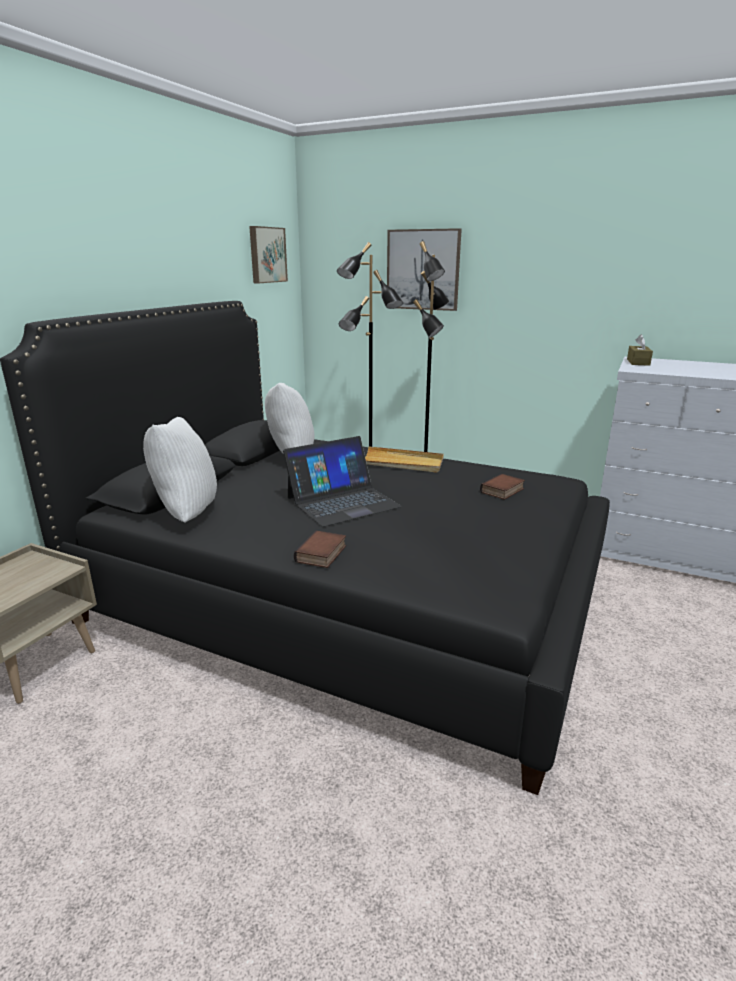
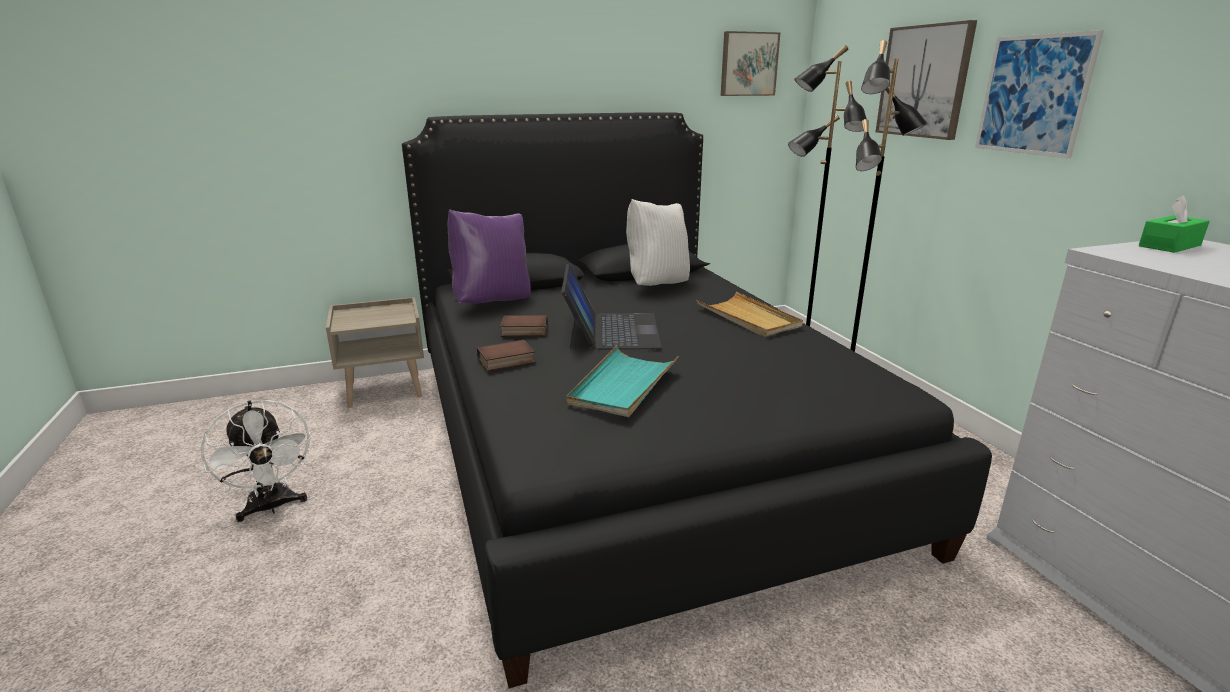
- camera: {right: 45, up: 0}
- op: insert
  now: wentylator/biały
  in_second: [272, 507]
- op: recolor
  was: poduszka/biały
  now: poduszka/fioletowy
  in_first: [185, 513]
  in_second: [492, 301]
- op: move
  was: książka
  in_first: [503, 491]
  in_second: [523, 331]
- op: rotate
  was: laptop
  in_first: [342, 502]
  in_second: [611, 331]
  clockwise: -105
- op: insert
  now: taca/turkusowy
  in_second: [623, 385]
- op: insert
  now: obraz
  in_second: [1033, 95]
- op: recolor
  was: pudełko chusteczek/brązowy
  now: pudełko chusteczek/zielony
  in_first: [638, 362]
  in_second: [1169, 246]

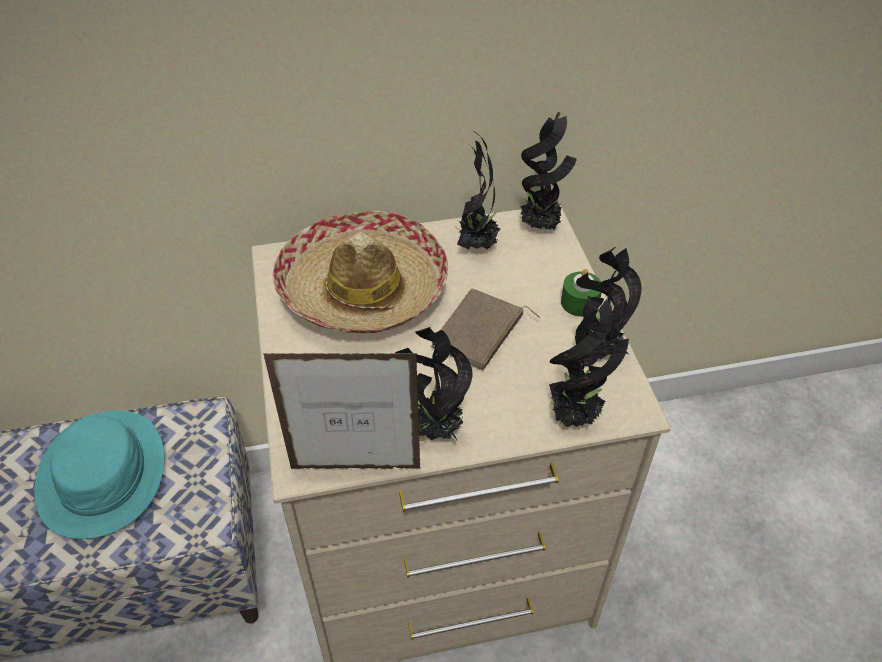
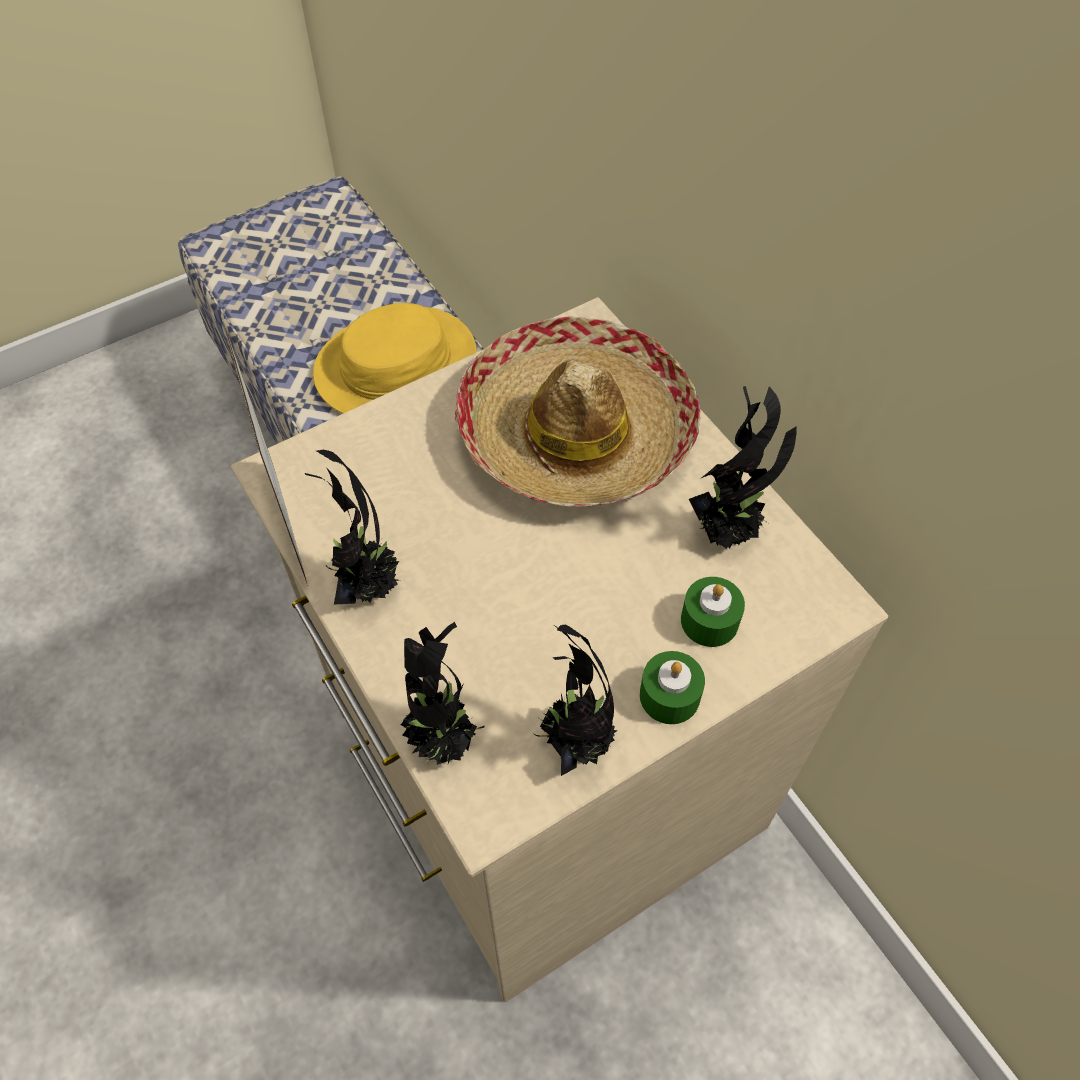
- camera: {right: 70, up: 10}
- op: recolor
  was: kapelusz/turkusowy
  now: kapelusz/żółty
  in_first: [103, 474]
  in_second: [396, 365]
- op: insert
  now: świeca/zielony
  in_second: [709, 621]
- op: delete
  was: książka/brązowy
  in_first: [480, 334]
- op: delete
  was: roślina doniczkowa
  in_first: [541, 226]

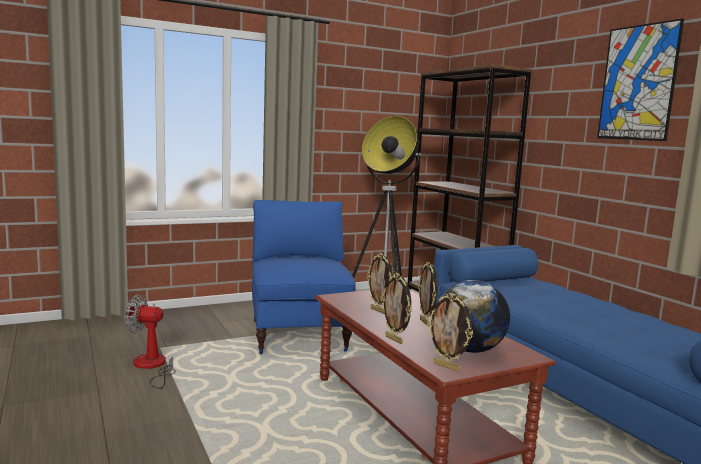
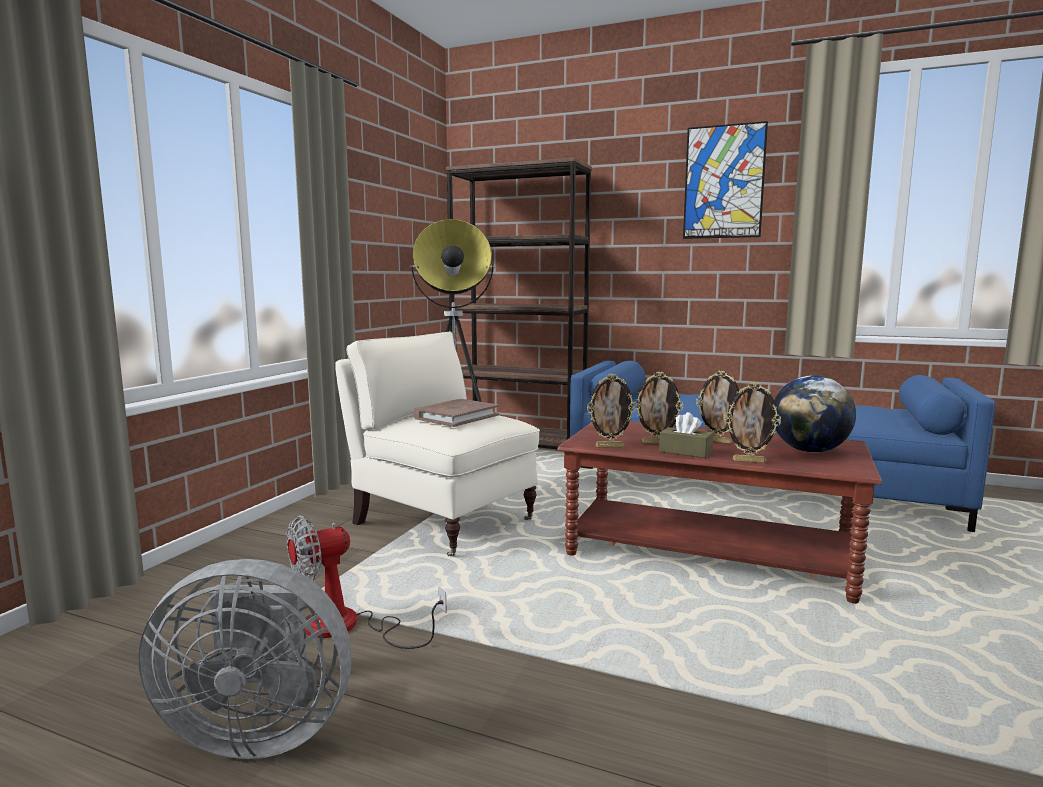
- camera: {right: -40, up: 0}
- op: insert
  now: wentylator/szary
  in_second: [258, 731]
- op: recolor
  was: fotel/niebieski
  now: fotel/beżowy
  in_first: [299, 334]
  in_second: [441, 520]
- op: insert
  now: książka/brązowy
  in_second: [456, 417]
- op: move
  was: ramka na zdjęcie
  in_first: [447, 366]
  in_second: [610, 446]
- op: insert
  now: pudełko chusteczek/brązowy
  in_second: [685, 452]

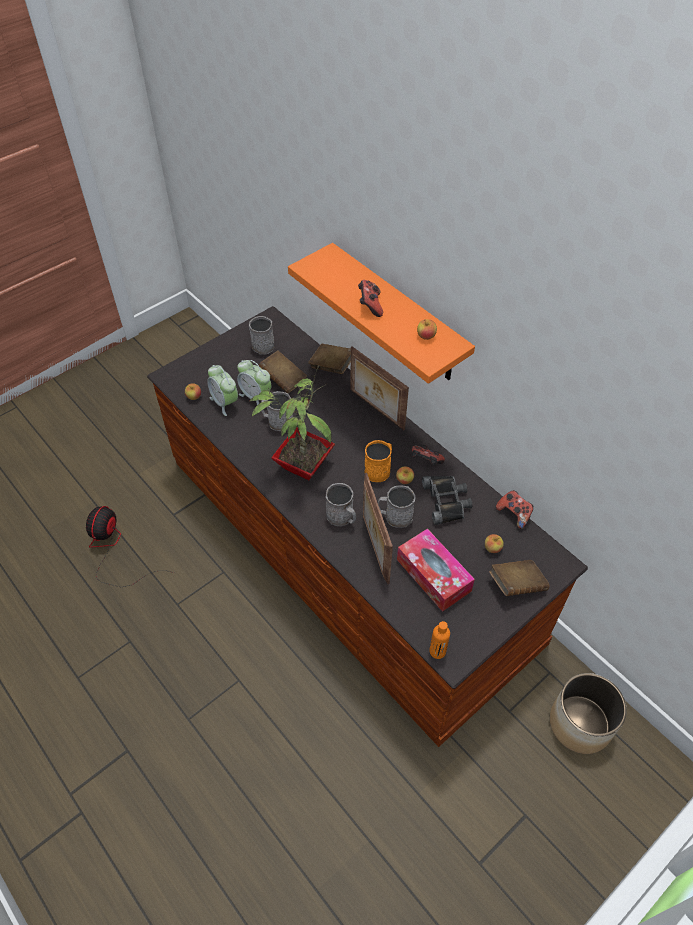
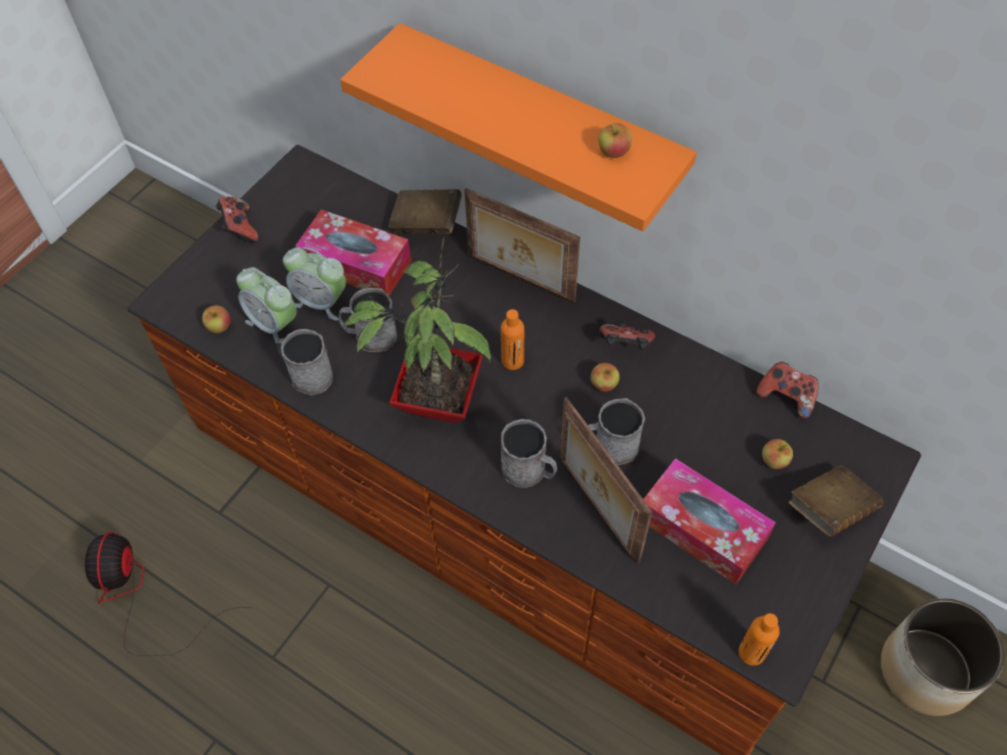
- camera: {right: -15, up: 5}
- op: move
  was: pad do gier
  in_first: [370, 306]
  in_second: [239, 228]
- op: move
  was: kubek/szary
  in_first: [261, 345]
  in_second: [307, 375]
- op: replace
  was: książka/brązowy
  now: pudełko chusteczek
  in_first: [283, 380]
  in_second: [356, 264]
- op: insert
  now: butelka/pomarańczowy
  in_second: [512, 361]
- op: delete
  was: kubek/pomarańczowy
  in_first: [379, 469]
- op: delete
  was: lornetka/czarny
  in_first: [446, 501]

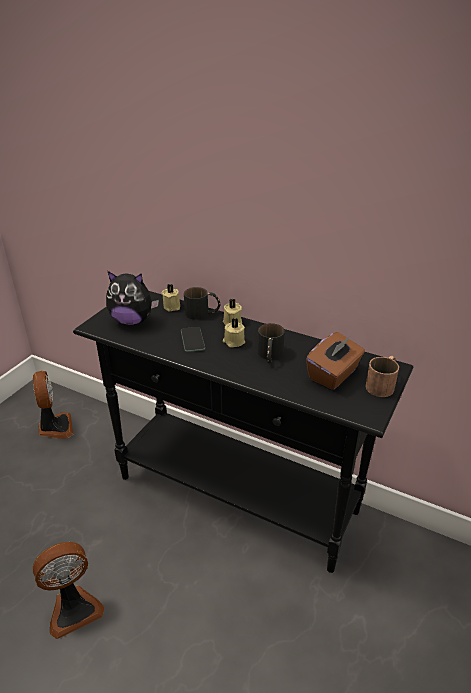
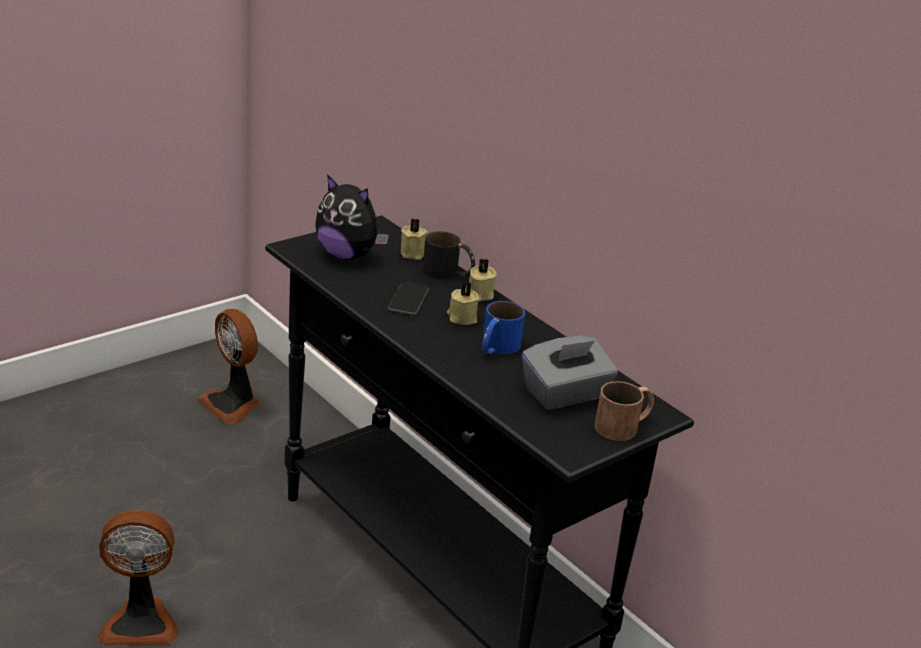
- camera: {right: 20, up: -5}
- op: rotate
  was: wentylator
  in_first: [55, 427]
  in_second: [233, 404]
  clockwise: 135
- op: recolor
  was: kubek/czarny
  now: kubek/niebieski
  in_first: [269, 356]
  in_second: [496, 348]
- op: recolor
  was: pudełko chusteczek/brązowy
  now: pudełko chusteczek/szary
  in_first: [333, 374]
  in_second: [565, 394]

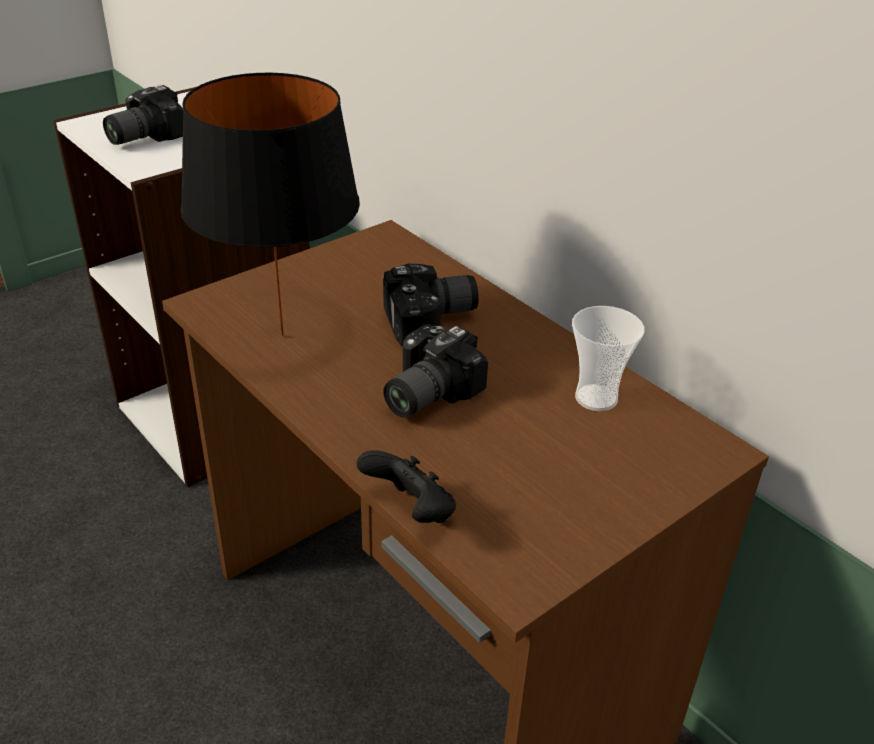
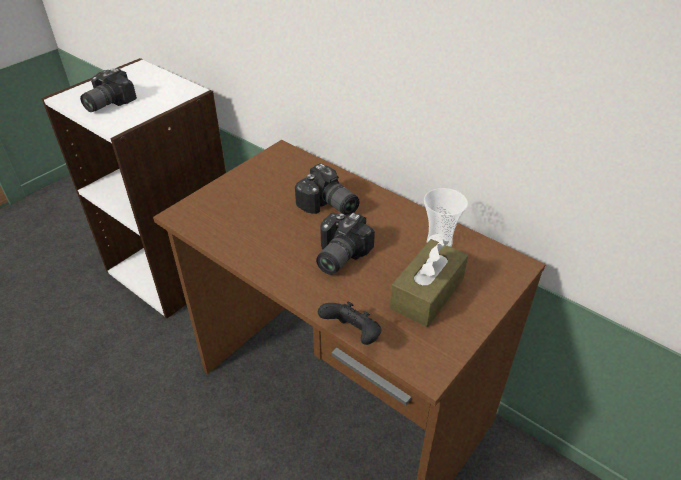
- camera: {right: -10, up: 5}
- op: rotate
  was: aparat fotograficzny
  in_first: [432, 322]
  in_second: [328, 206]
  clockwise: 75
- op: insert
  now: pudełko chusteczek/brązowy
  in_second: [427, 293]
- op: delete
  was: lampa stołowa/czarny
  in_first: [282, 334]

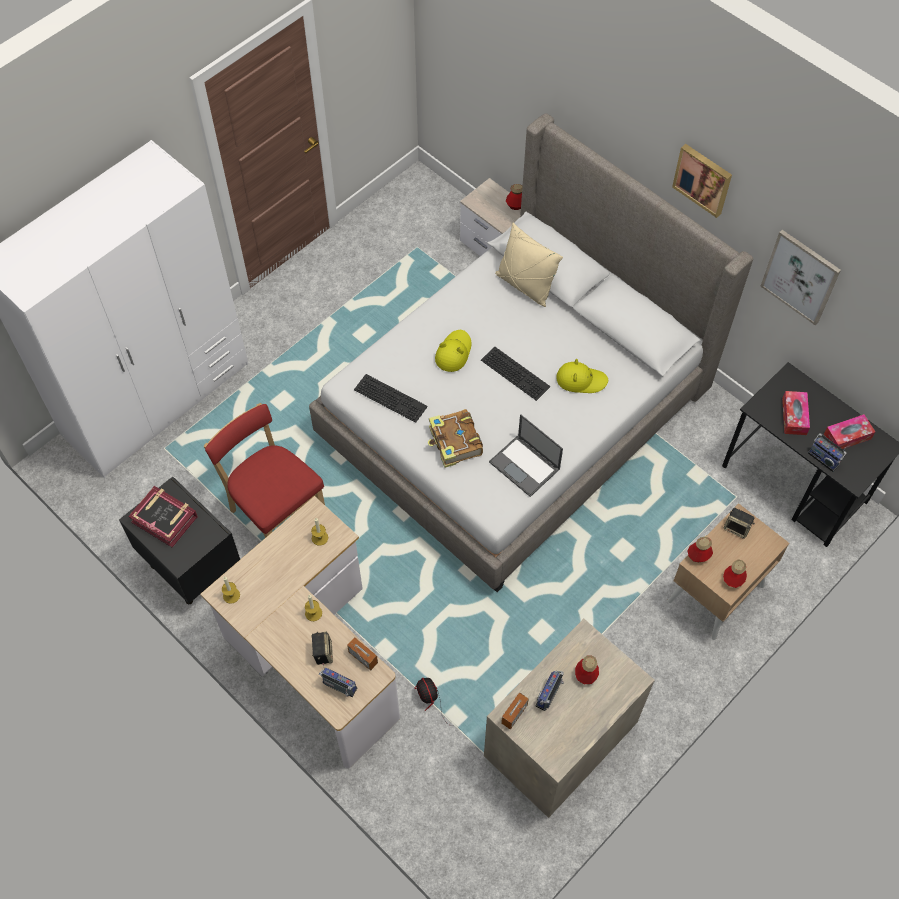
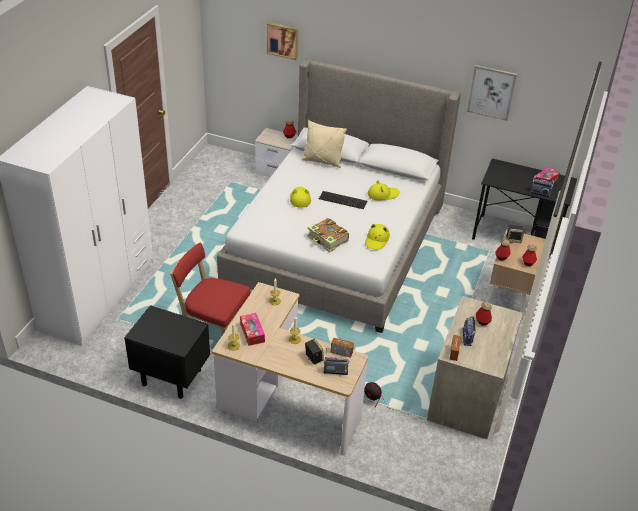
- camera: {right: -25, up: -20}
- op: move
  was: pudełko chusteczek
  in_first: [794, 416]
  in_second: [252, 332]
- op: move
  was: obraz
  in_first: [703, 179]
  in_second: [283, 40]
- op: replace
  was: laptop
  now: kapelusz/żółty
  in_first: [525, 466]
  in_second: [377, 240]
- op: delete
  was: książka
  in_first: [165, 519]
- op: delete
  was: klawiatura
  in_first: [392, 397]

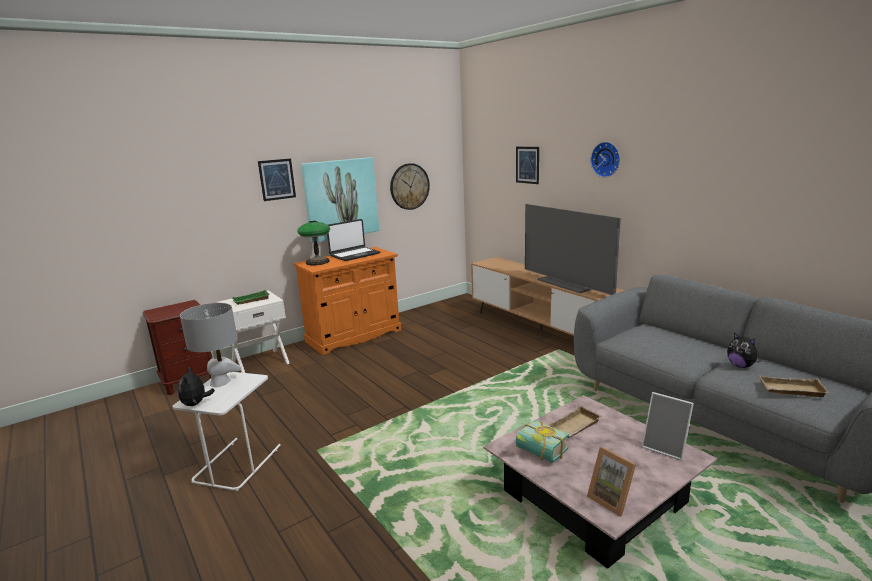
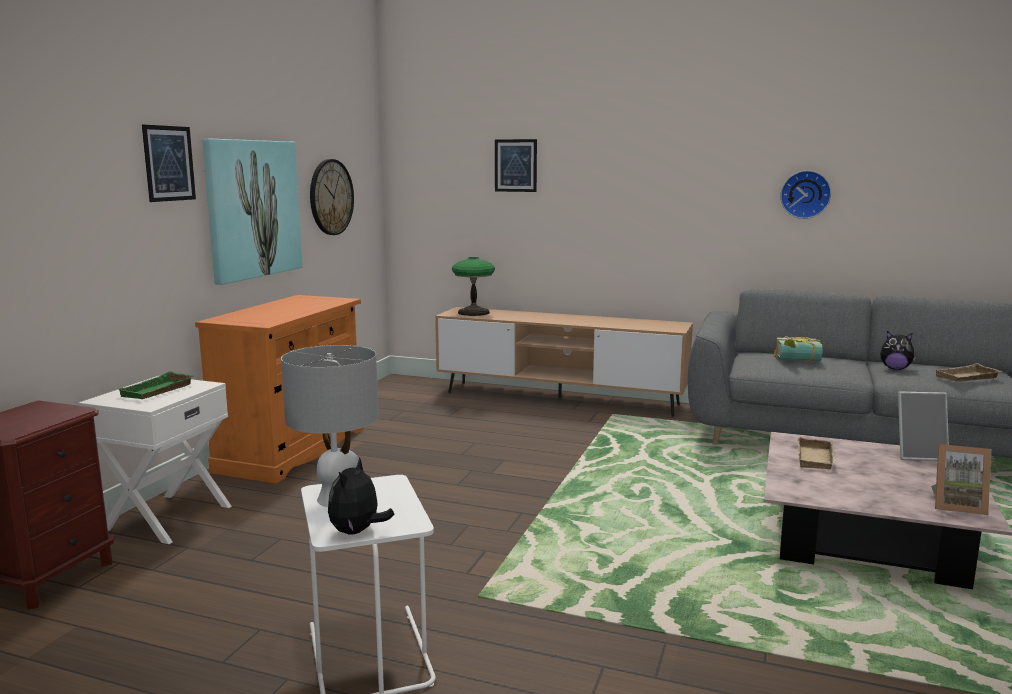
- camera: {right: -35, up: -5}
- op: rotate
  was: pluszak
  in_first: [196, 404]
  in_second: [357, 532]
  clockwise: 60
- op: move
  was: lampa stołowa
  in_first: [317, 262]
  in_second: [473, 312]
- op: move
  was: książka
  in_first: [538, 453]
  in_second: [798, 361]
- op: move
  was: zegar ścienny
  in_first: [606, 159]
  in_second: [805, 194]
- op: delete
  was: laptop
  in_first: [354, 255]
- op: delete
  was: telewizor
  in_first: [568, 283]

